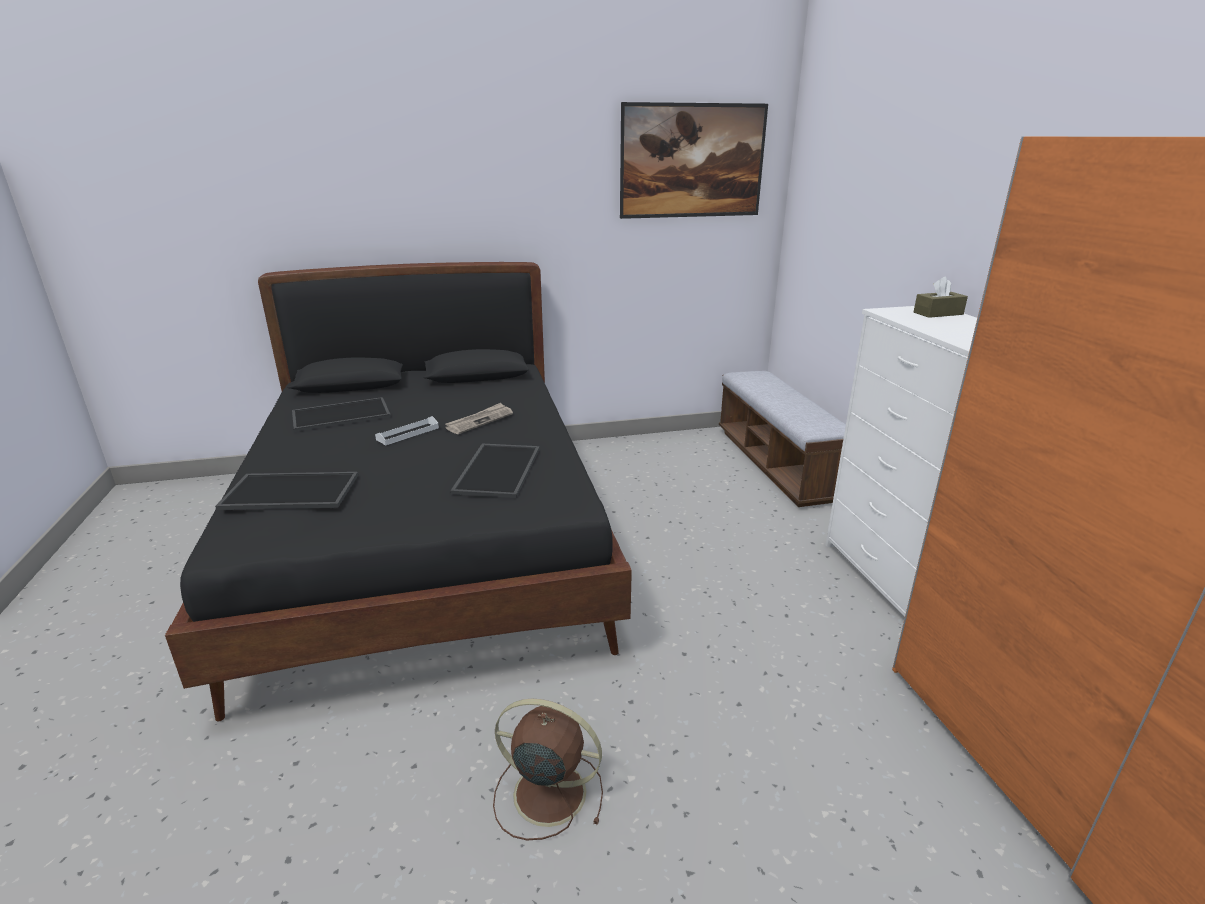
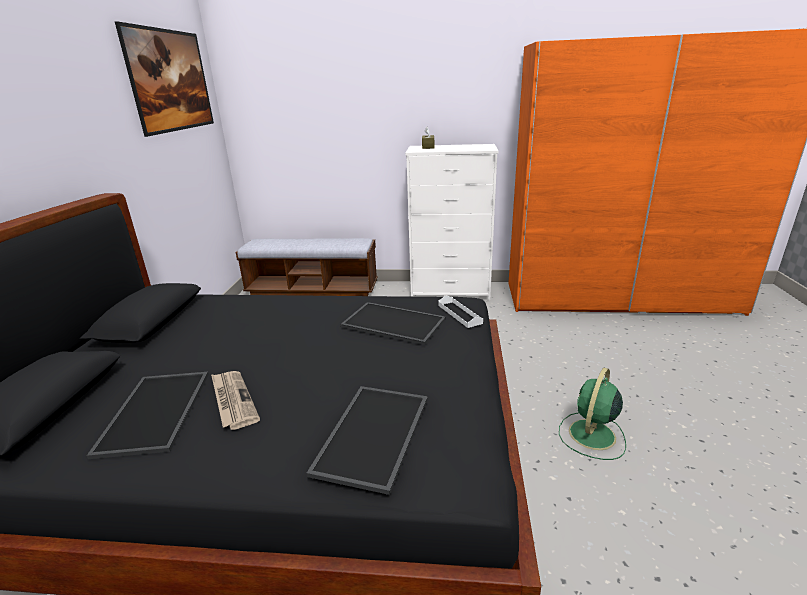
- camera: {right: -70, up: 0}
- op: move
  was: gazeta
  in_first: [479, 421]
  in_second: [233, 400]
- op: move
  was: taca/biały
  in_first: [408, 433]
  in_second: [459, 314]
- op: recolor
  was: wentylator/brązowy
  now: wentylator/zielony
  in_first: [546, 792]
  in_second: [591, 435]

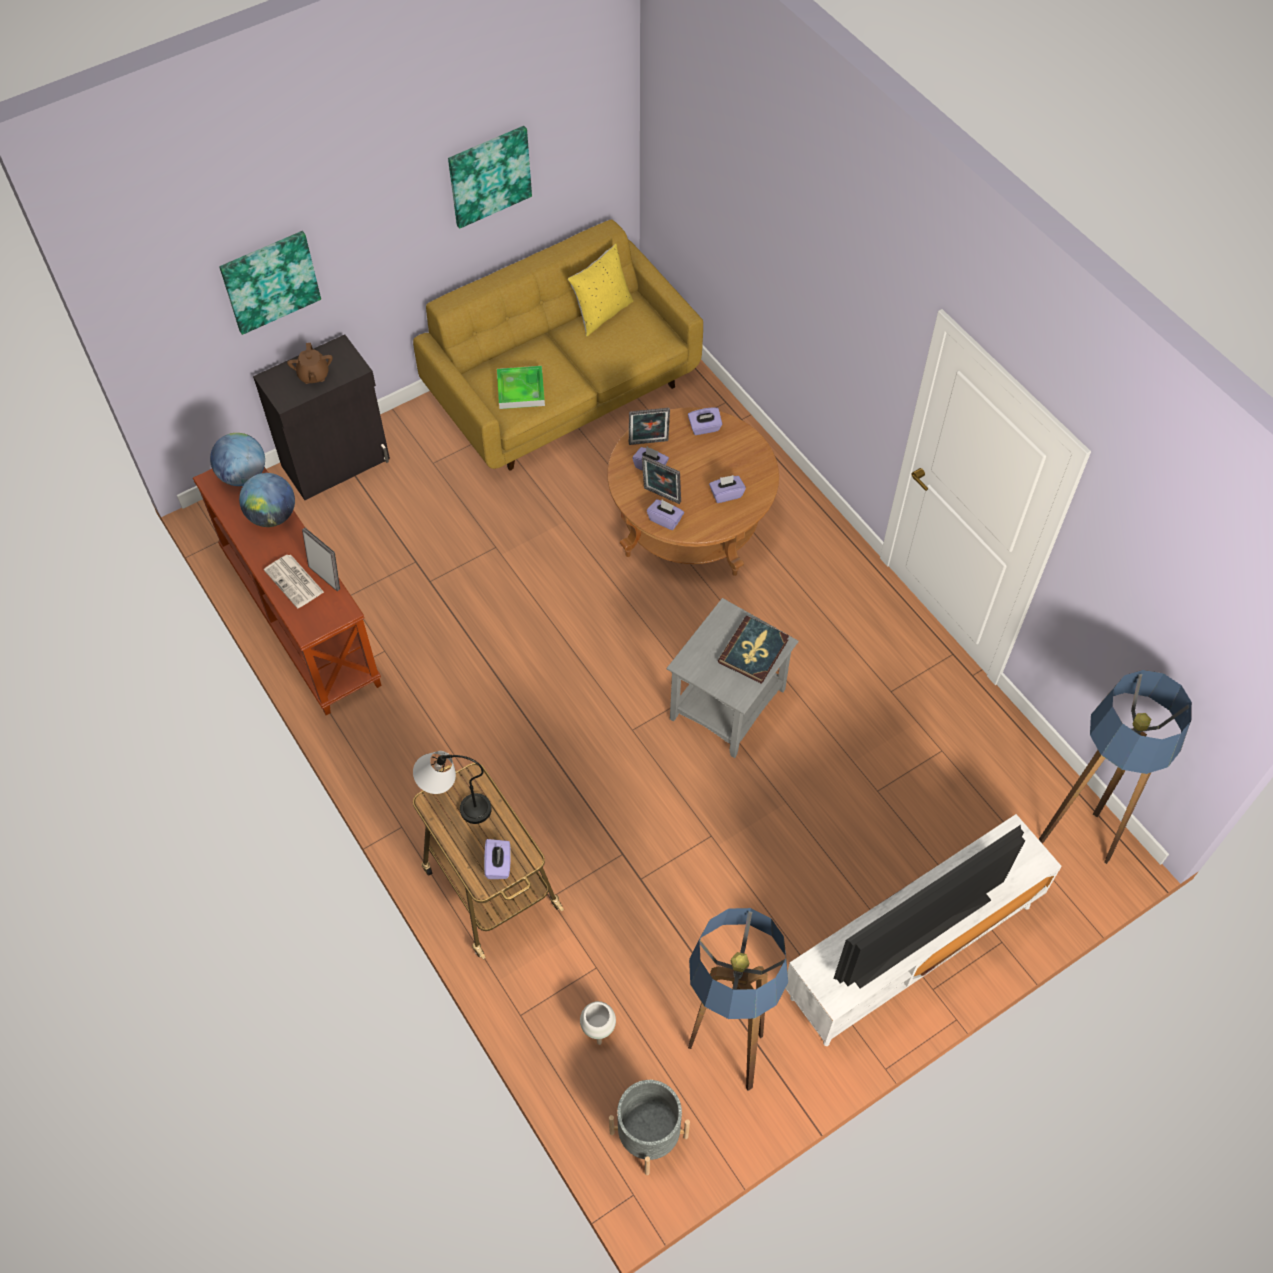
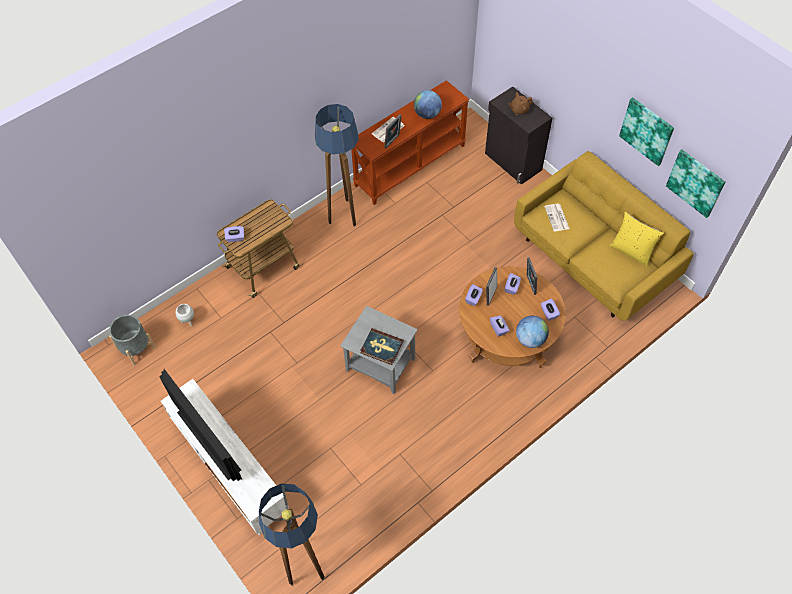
- camera: {right: 85, up: 0}
- op: move
  was: lampa stojąca
  in_first: [725, 1054]
  in_second: [344, 213]
- op: move
  was: globus
  in_first: [243, 475]
  in_second: [530, 339]
- op: replace
  was: taca
  now: gazeta
  in_first: [521, 390]
  in_second: [557, 218]
- op: move
  was: obraz
  in_first: [270, 281]
  in_second: [695, 183]
- op: delete
  was: lampa stołowa
  in_first: [455, 803]

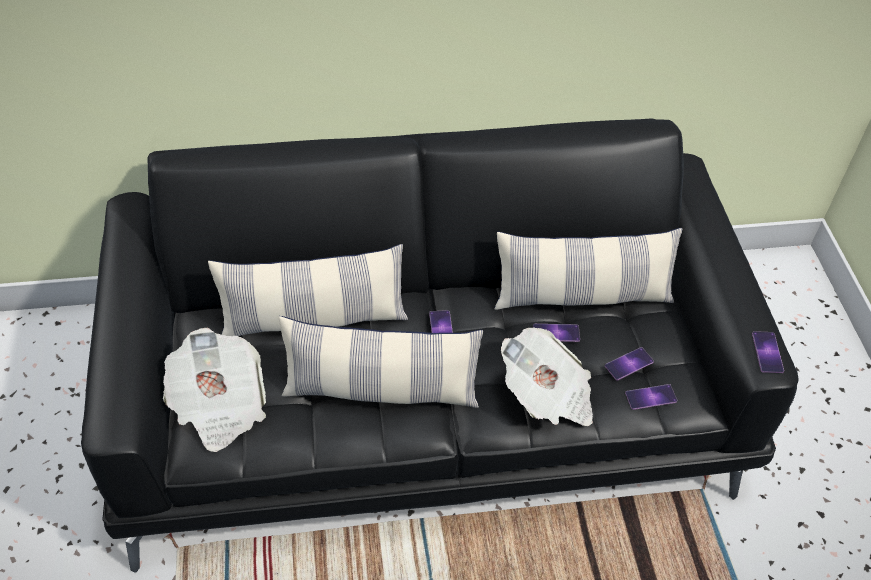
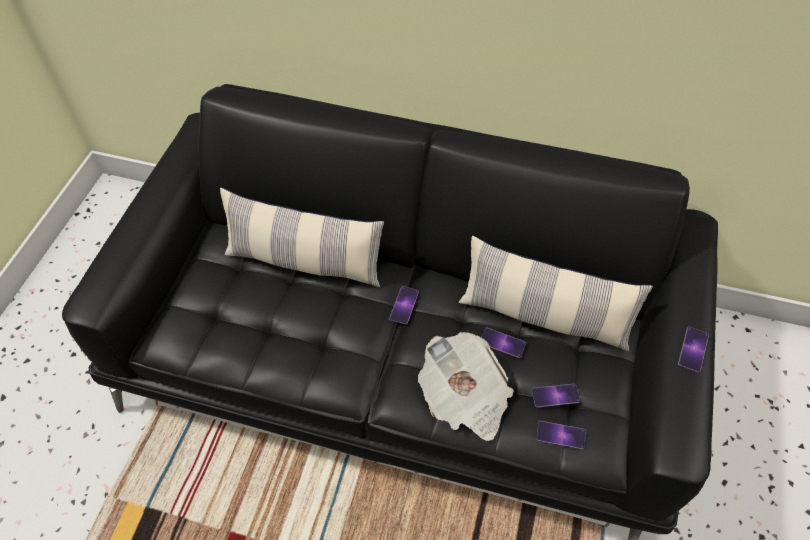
- camera: {right: 25, up: 5}
- op: move
  was: telefon
  in_first: [767, 352]
  in_second: [693, 349]
- op: delete
  was: gazeta
  in_first: [219, 405]
- op: delete
  was: poduszka
  in_first: [381, 390]

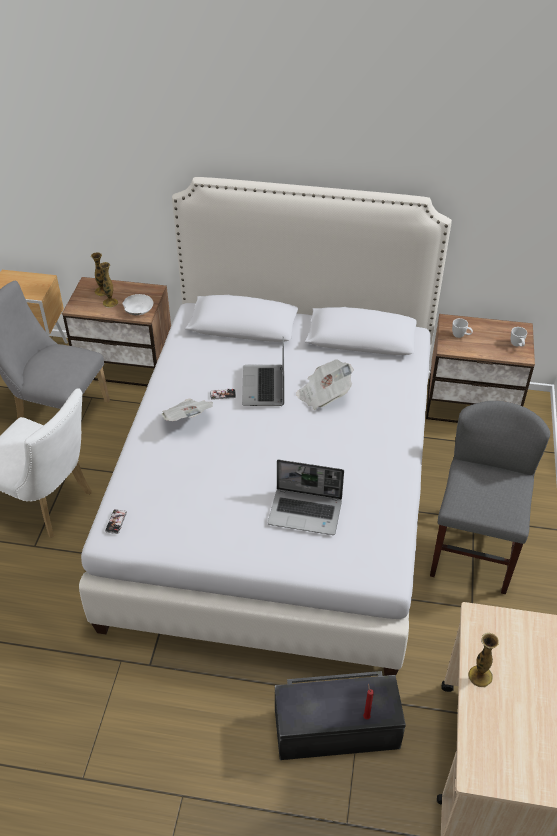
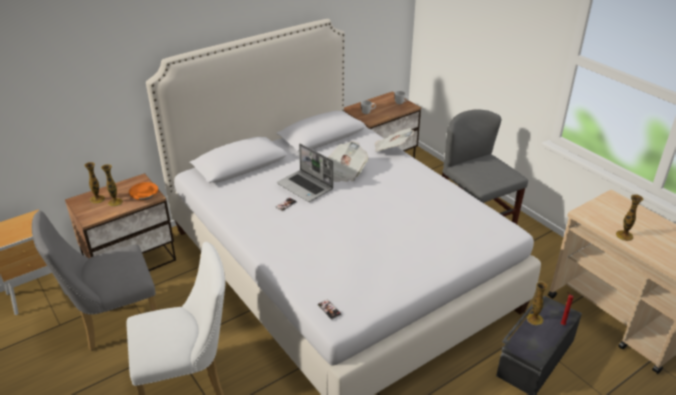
- camera: {right: -45, up: -10}
- op: recolor
  was: miska/biały
  now: miska/pomarańczowy
  in_first: [138, 309]
  in_second: [144, 195]
- op: move
  was: gazeta
  in_first: [188, 419]
  in_second: [392, 149]
- op: insert
  now: wazon
  in_second: [535, 319]
- op: delete
  was: laptop
  in_first: [306, 512]

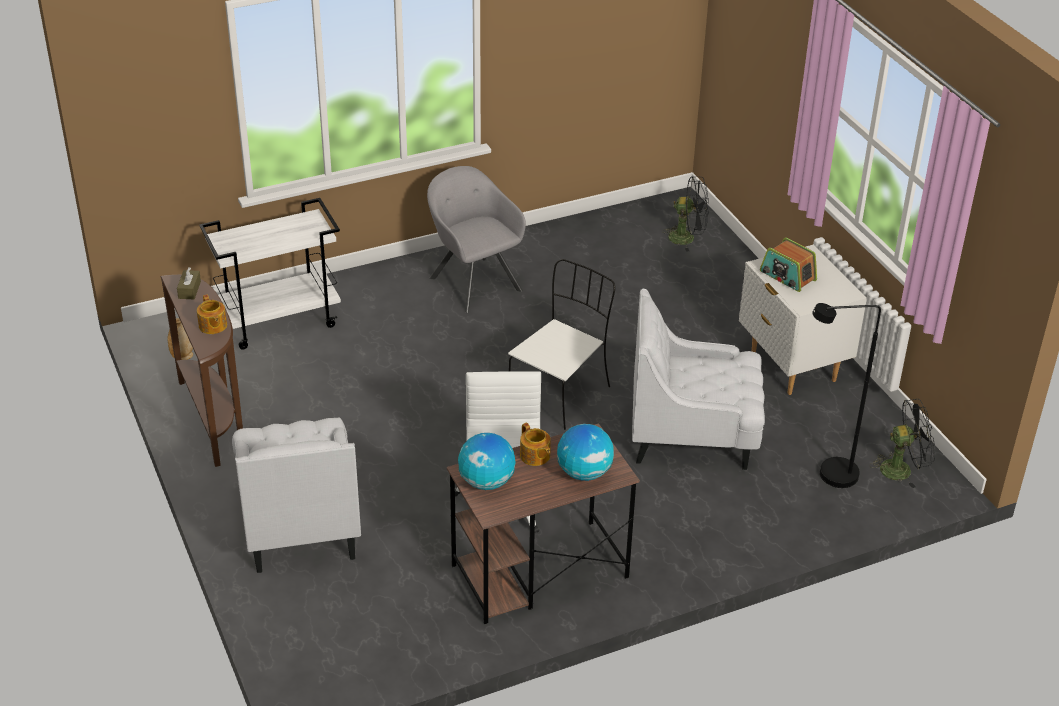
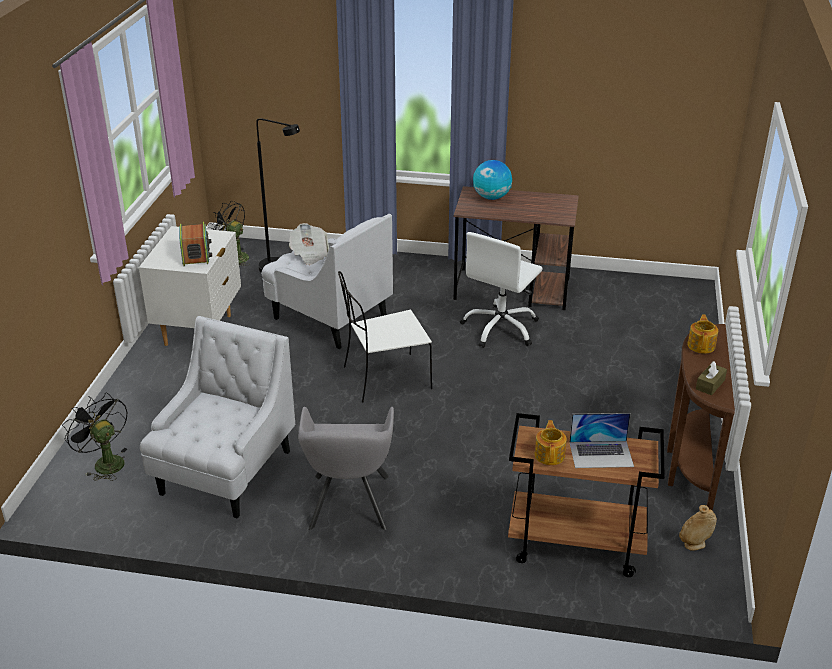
- camera: {right: -145, up: -5}
- op: move
  was: fotel/biały
  in_first: [300, 523]
  in_second: [225, 474]
- op: insert
  now: gazeta
  in_second: [309, 254]
- op: recolor
  was: wózek/biały
  now: wózek/brązowy
  in_first: [280, 320]
  in_second: [574, 546]
- op: move
  was: imbryk
  in_first: [535, 456]
  in_second: [550, 455]
- op: insert
  now: laptop
  in_second: [601, 454]
- op: delete
  was: globus
  in_first: [486, 482]

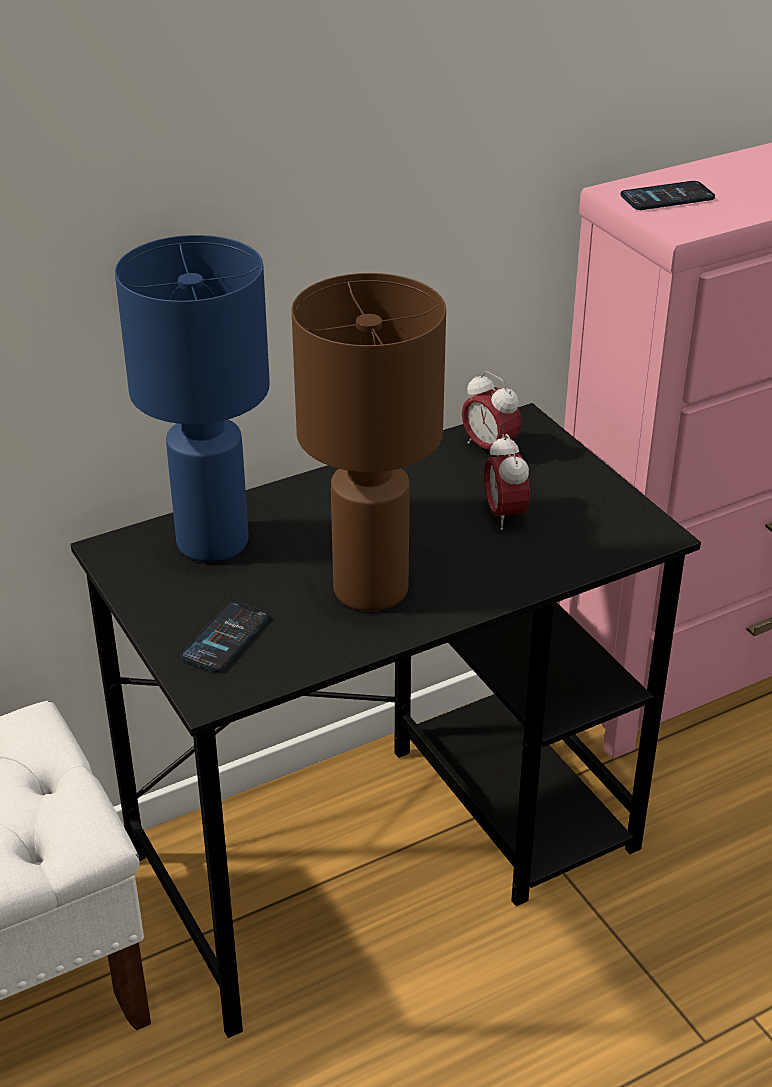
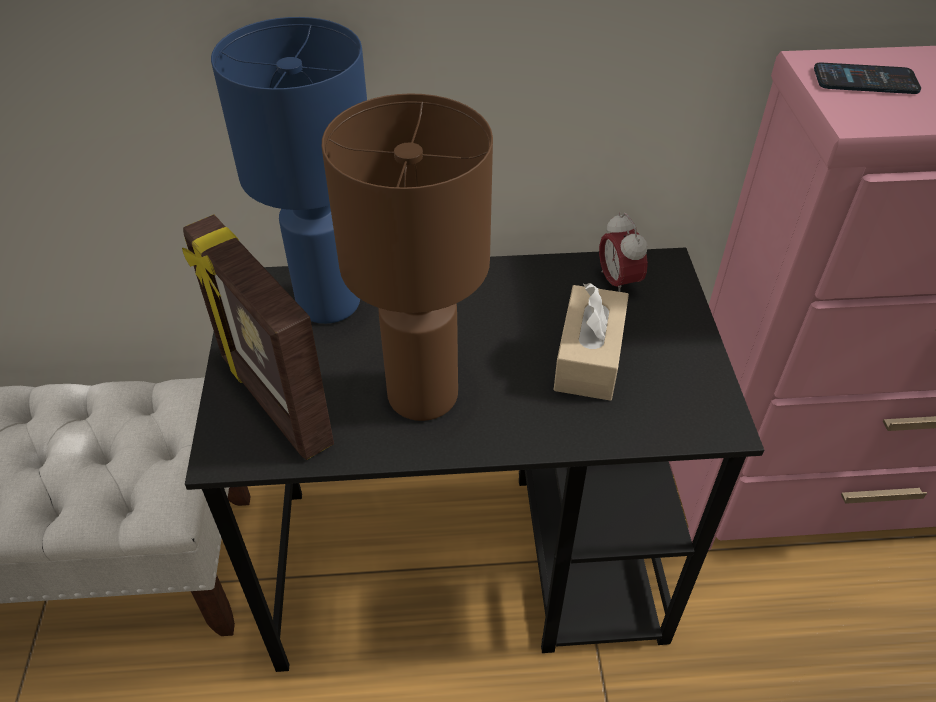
- camera: {right: 25, up: 10}
- op: replace
  was: telefon
  now: ramka na zdjęcie
  in_first: [225, 638]
  in_second: [273, 401]
- op: replace
  was: budzik
  now: pudełko chusteczek/beżowy
  in_first: [504, 515]
  in_second: [589, 357]

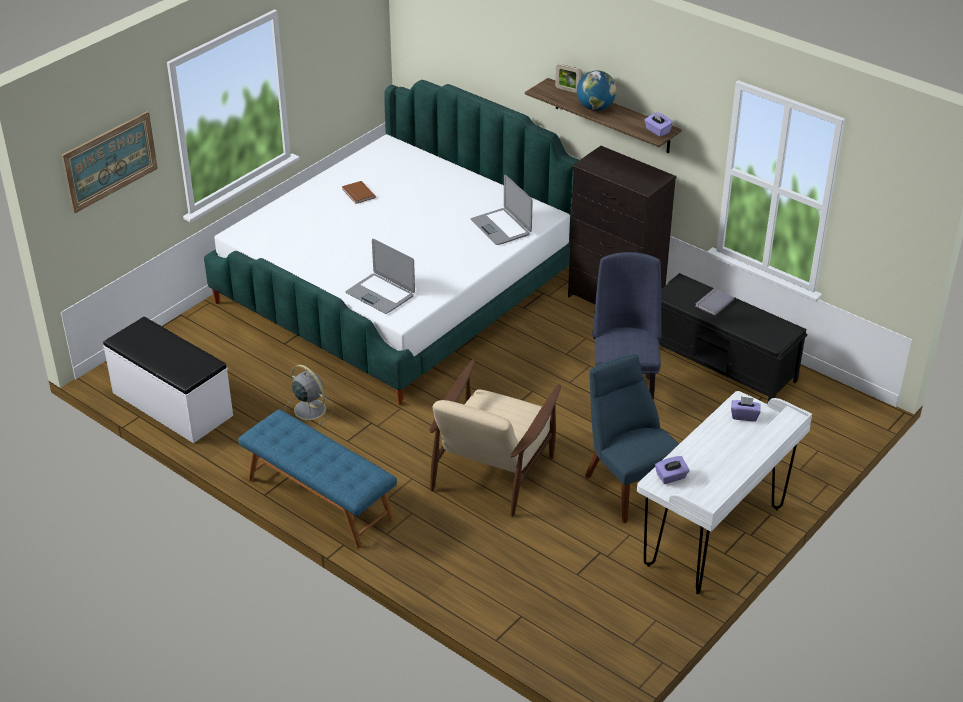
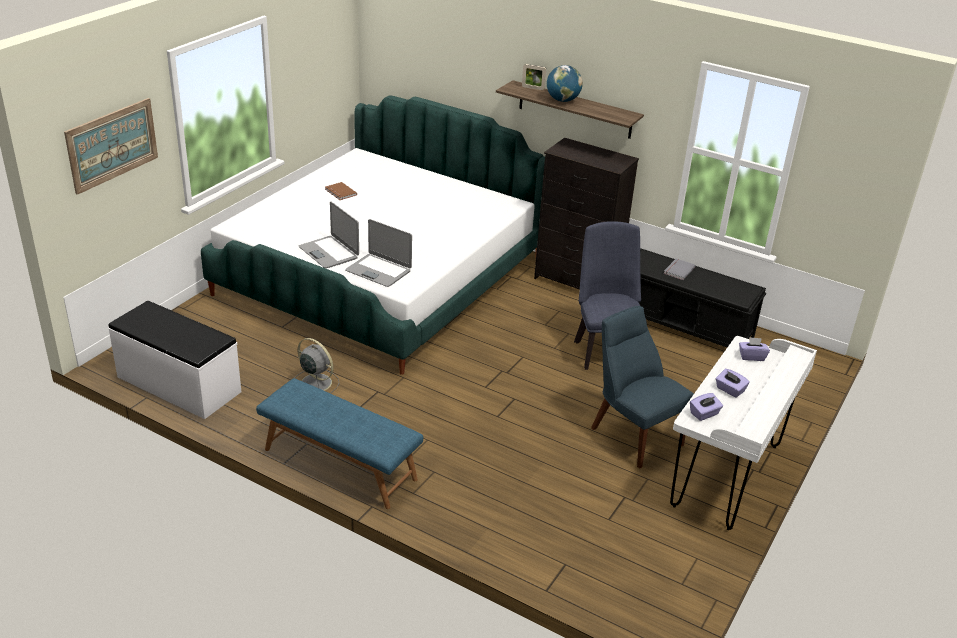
- camera: {right: -10, up: -5}
- op: move
  was: laptop
  in_first: [501, 227]
  in_second: [329, 252]
- op: move
  was: pudełko chusteczek/fioletowy
  in_first: [657, 131]
  in_second: [730, 390]
- op: delete
  was: fotel/beżowy
  in_first: [492, 470]

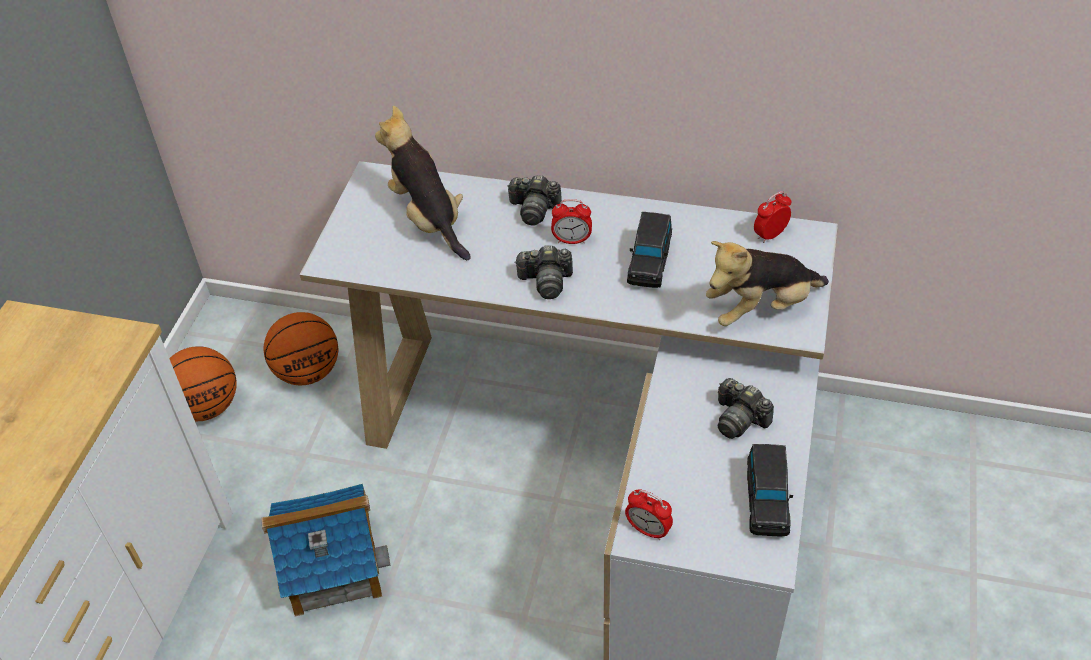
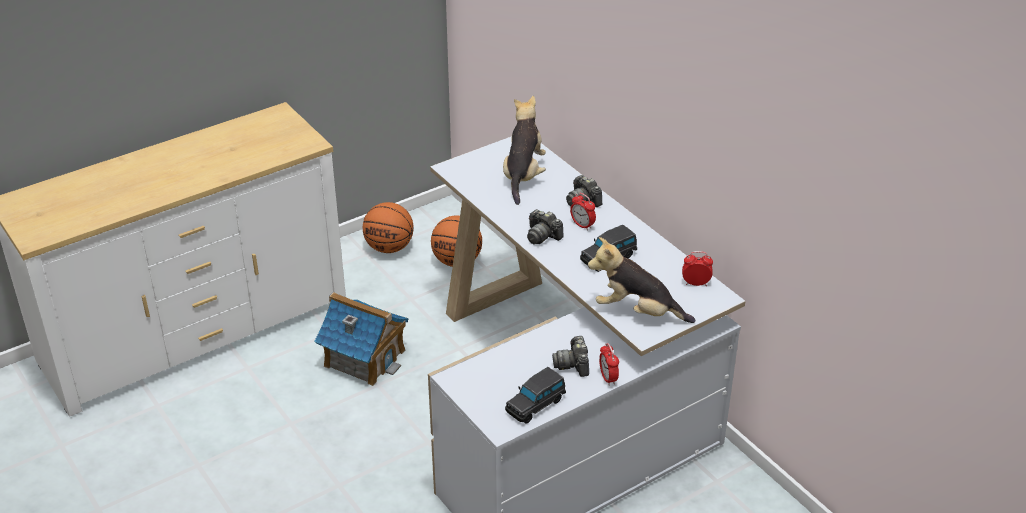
- camera: {right: 40, up: -10}
- op: move
  was: budzik
  in_first: [648, 530]
  in_second: [608, 378]

